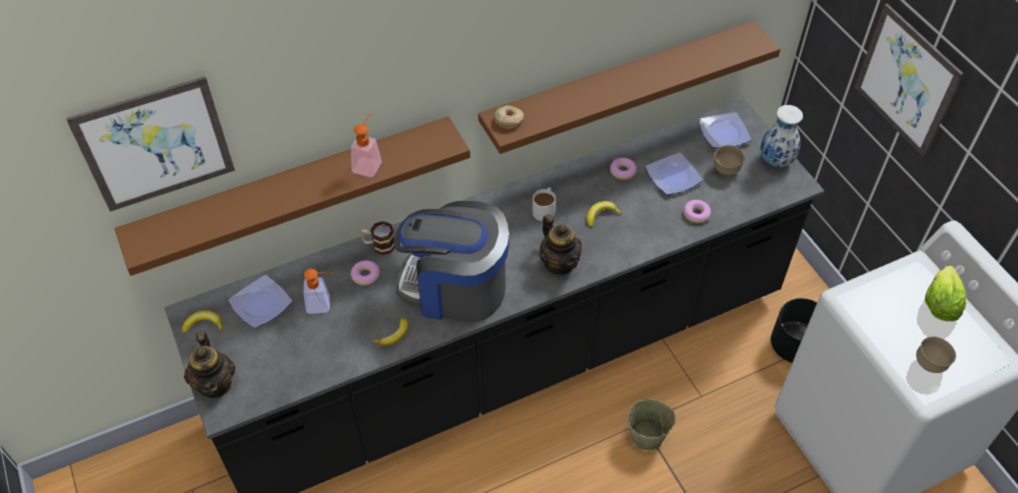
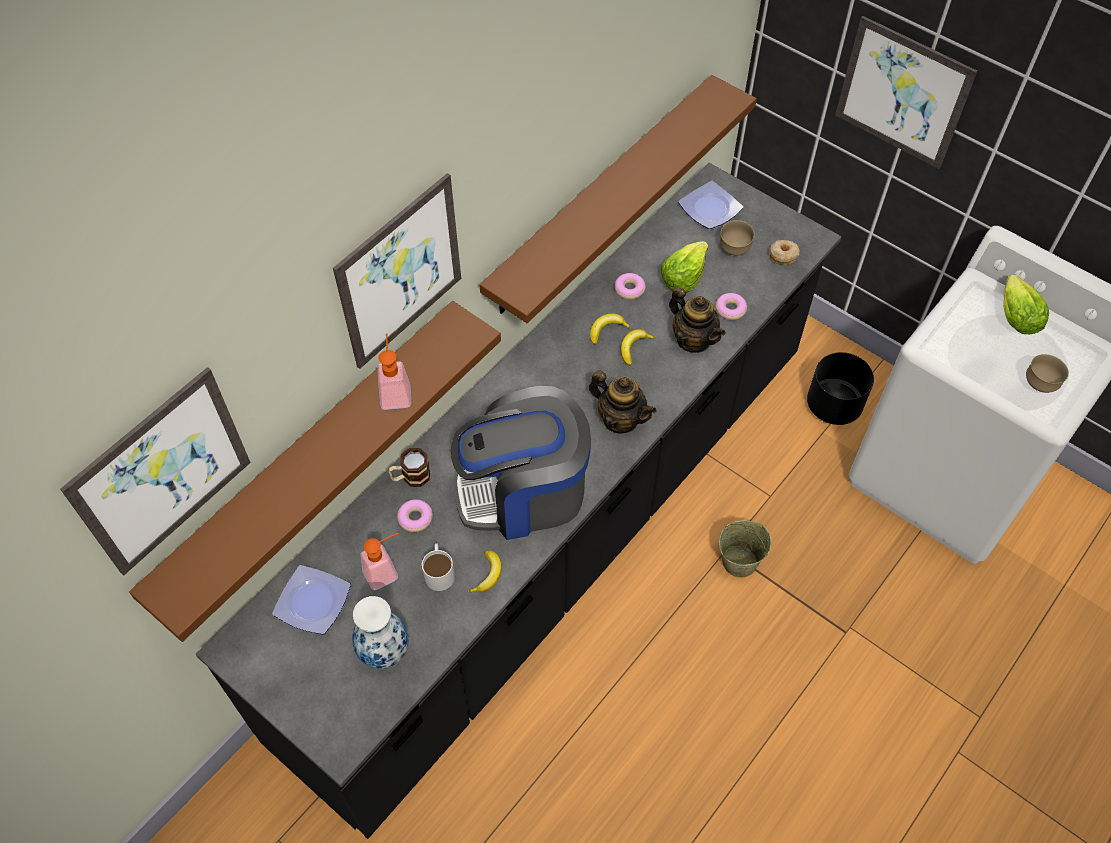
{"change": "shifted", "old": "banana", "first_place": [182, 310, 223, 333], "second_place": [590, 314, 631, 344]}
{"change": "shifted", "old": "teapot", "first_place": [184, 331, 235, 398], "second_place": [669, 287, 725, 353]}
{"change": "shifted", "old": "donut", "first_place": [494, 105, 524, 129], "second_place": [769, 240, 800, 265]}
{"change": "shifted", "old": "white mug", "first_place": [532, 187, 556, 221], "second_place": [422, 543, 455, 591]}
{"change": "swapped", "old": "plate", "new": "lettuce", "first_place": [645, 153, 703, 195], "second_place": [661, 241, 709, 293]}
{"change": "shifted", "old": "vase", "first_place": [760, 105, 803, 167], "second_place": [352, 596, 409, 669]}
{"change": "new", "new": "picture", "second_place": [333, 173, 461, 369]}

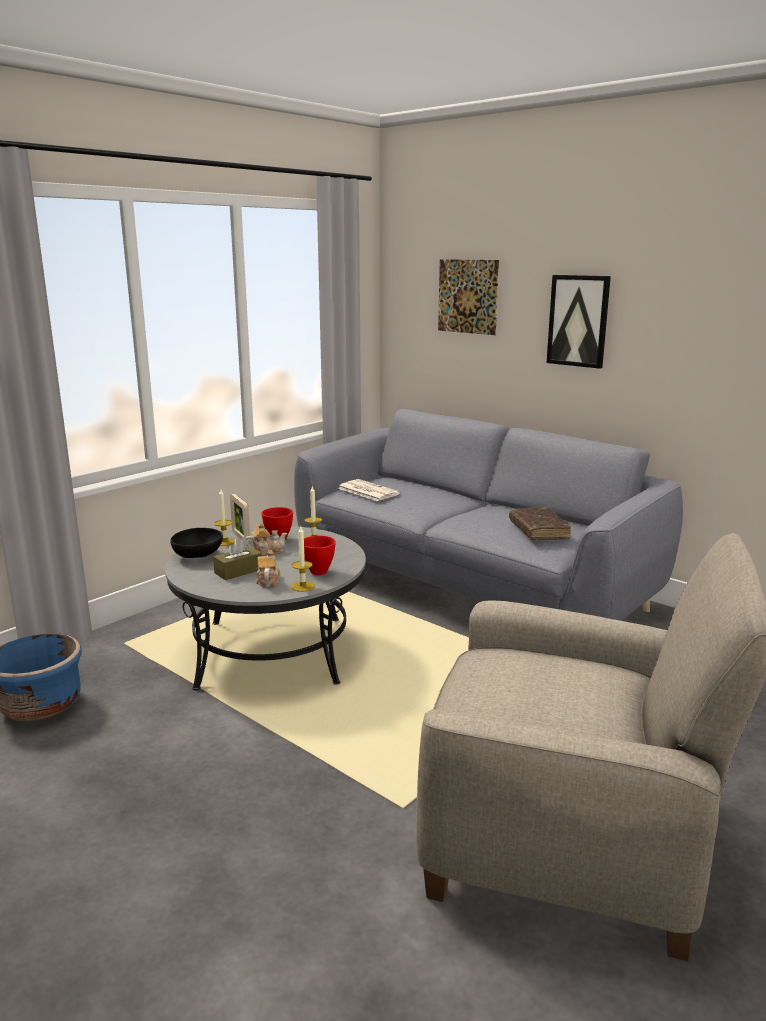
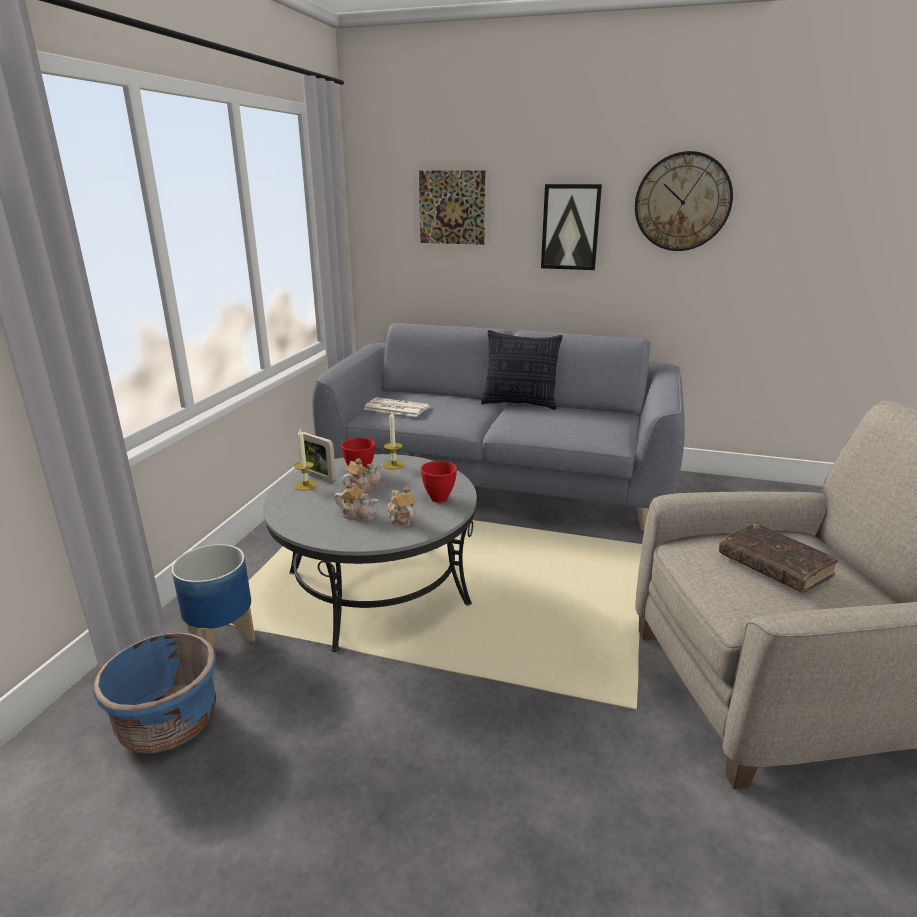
{"change": "gone", "old": "black bowl", "first_place": [170, 528, 223, 558]}
{"change": "swapped", "old": "brown tissue box", "new": "teapot", "first_place": [213, 538, 262, 580], "second_place": [334, 482, 378, 522]}
{"change": "gone", "old": "candle", "first_place": [291, 527, 315, 592]}
{"change": "shifted", "old": "brown book", "first_place": [509, 507, 571, 540], "second_place": [719, 523, 838, 593]}
{"change": "new", "new": "planter", "second_place": [172, 544, 255, 649]}
{"change": "new", "new": "pillow", "second_place": [481, 330, 563, 410]}
{"change": "new", "new": "wall clock", "second_place": [635, 151, 733, 251]}

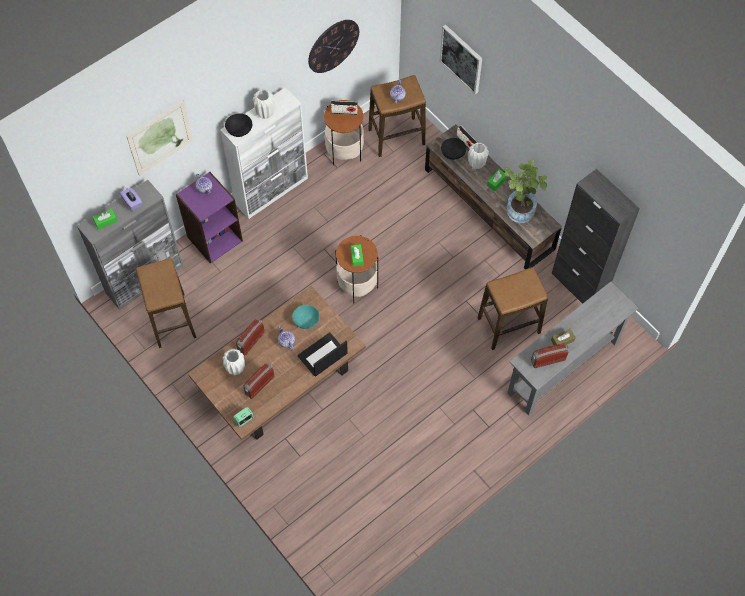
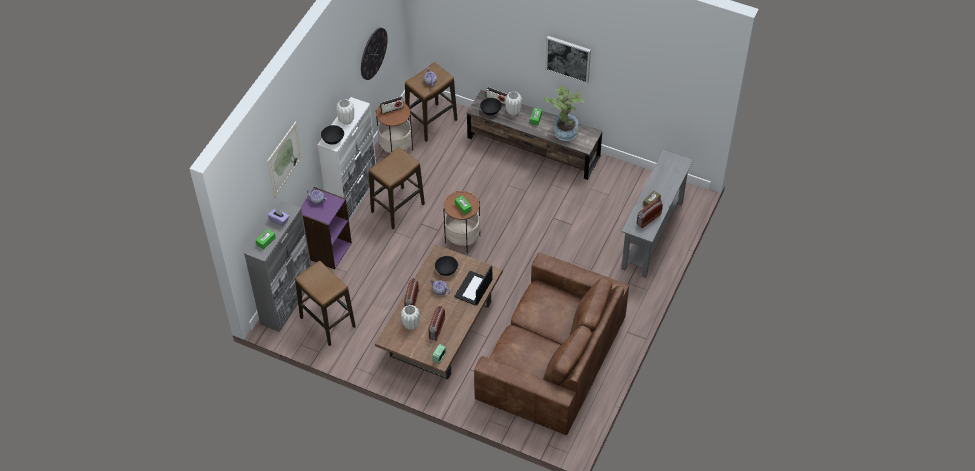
{"change": "repainted", "old": "turquoise bowl", "new": "black bowl", "first_place": [292, 305, 320, 329], "second_place": [435, 256, 458, 276]}
{"change": "shifted", "old": "picture", "first_place": [440, 24, 482, 94], "second_place": [546, 36, 591, 84]}
{"change": "shifted", "old": "stool", "first_place": [477, 267, 548, 350], "second_place": [369, 147, 425, 229]}
{"change": "gone", "old": "black cabinet", "first_place": [552, 169, 640, 304]}
{"change": "new", "new": "brown sofa", "second_place": [474, 253, 629, 435]}

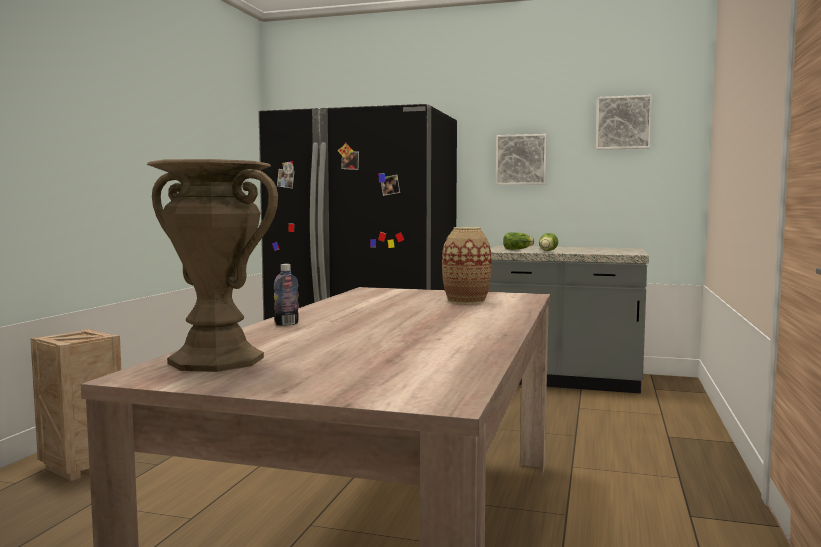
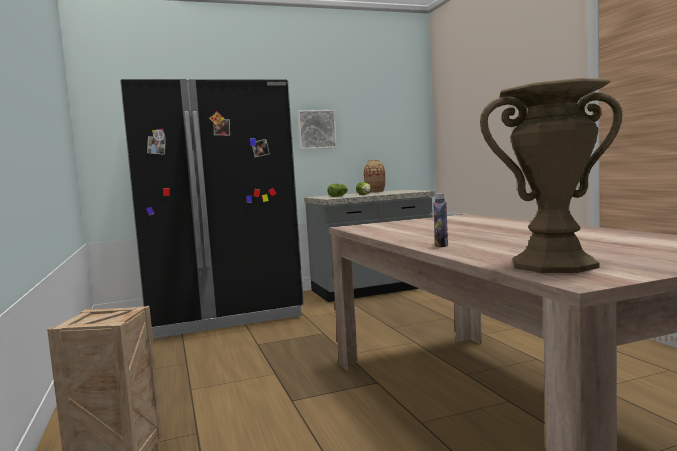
{"change": "shifted", "old": "vase", "first_place": [442, 227, 492, 304], "second_place": [364, 160, 385, 193]}
{"change": "gone", "old": "picture", "first_place": [596, 95, 652, 150]}

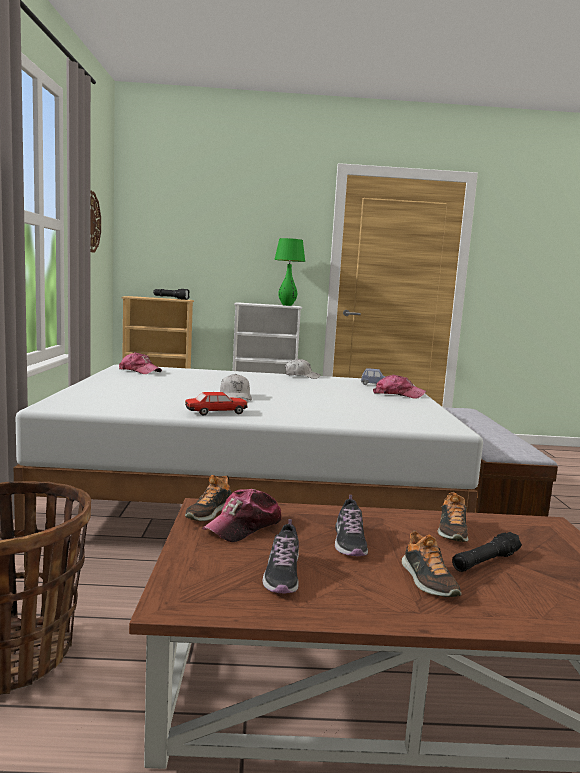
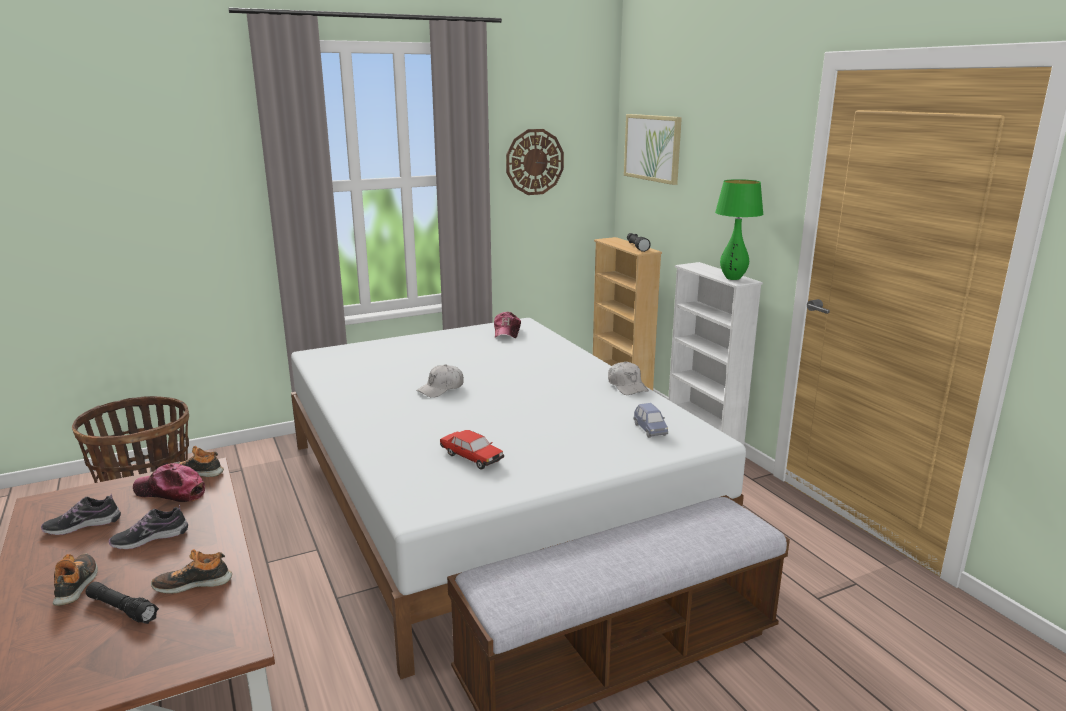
{"change": "shifted", "old": "toy car", "first_place": [185, 392, 248, 416], "second_place": [440, 430, 504, 470]}
{"change": "gone", "old": "cap", "first_place": [373, 374, 426, 398]}
{"change": "rotated", "old": "shoe", "first_place": [402, 530, 462, 597], "second_place": [53, 554, 98, 606], "degrees": 120}
{"change": "new", "new": "picture", "second_place": [624, 114, 682, 185]}

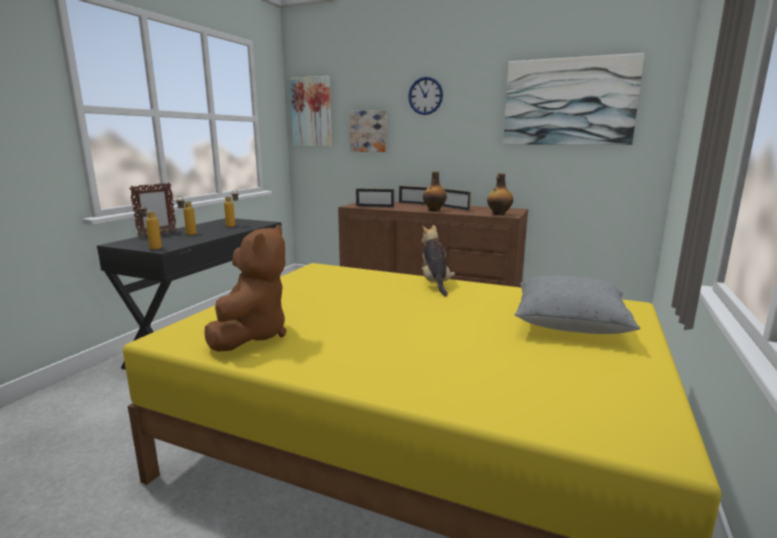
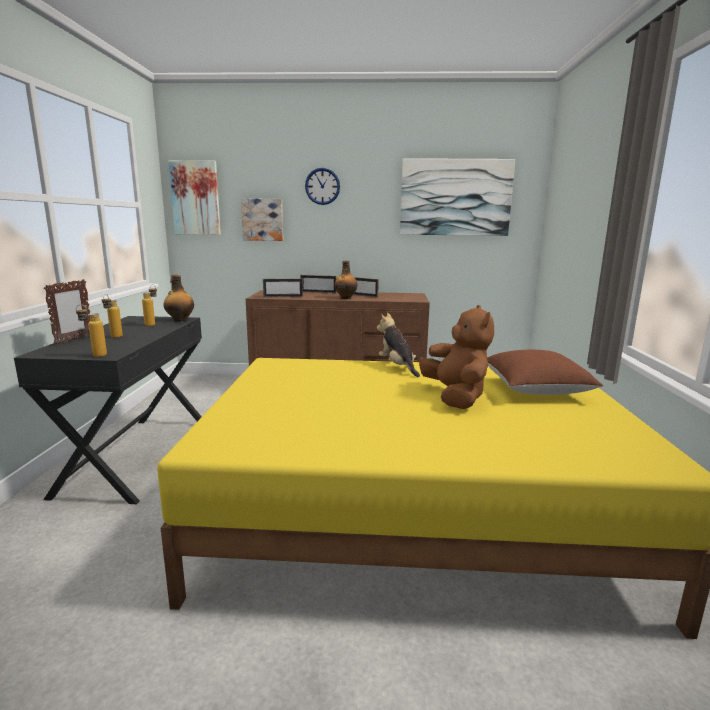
{"change": "shifted", "old": "brown plush toy", "first_place": [204, 225, 287, 352], "second_place": [419, 305, 494, 409]}
{"change": "shifted", "old": "bottle", "first_place": [487, 173, 513, 215], "second_place": [164, 275, 194, 321]}
{"change": "repainted", "old": "grey pillow", "new": "brown pillow", "first_place": [515, 275, 640, 334], "second_place": [487, 350, 603, 395]}

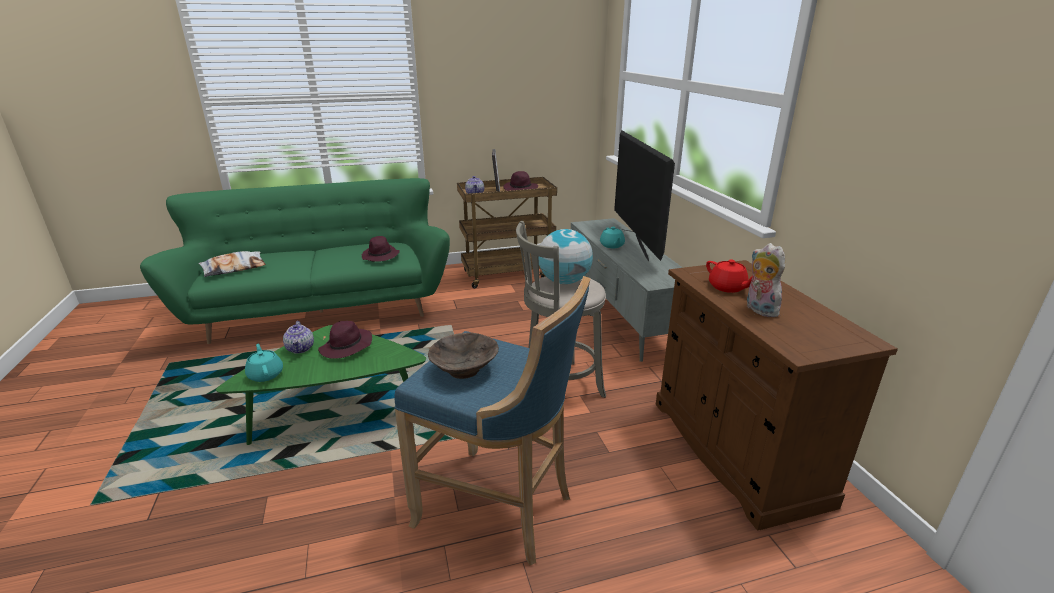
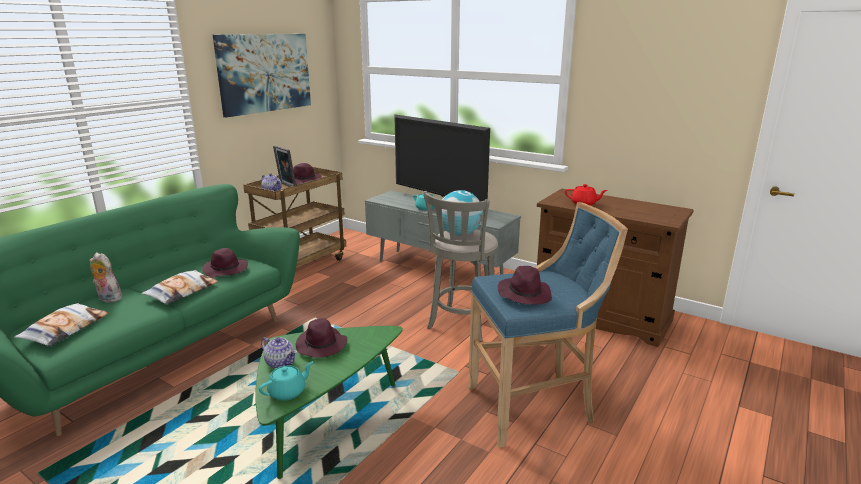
{"change": "rotated", "old": "turquoise teapot", "first_place": [245, 344, 283, 382], "second_place": [259, 361, 314, 401], "degrees": 120}
{"change": "swapped", "old": "brown bowl", "new": "purple hat", "first_place": [428, 332, 499, 379], "second_place": [498, 266, 552, 305]}
{"change": "shifted", "old": "plush toy", "first_place": [747, 243, 785, 317], "second_place": [89, 253, 122, 303]}
{"change": "new", "new": "pillow", "second_place": [141, 270, 218, 305]}
{"change": "new", "new": "picture", "second_place": [213, 34, 311, 118]}

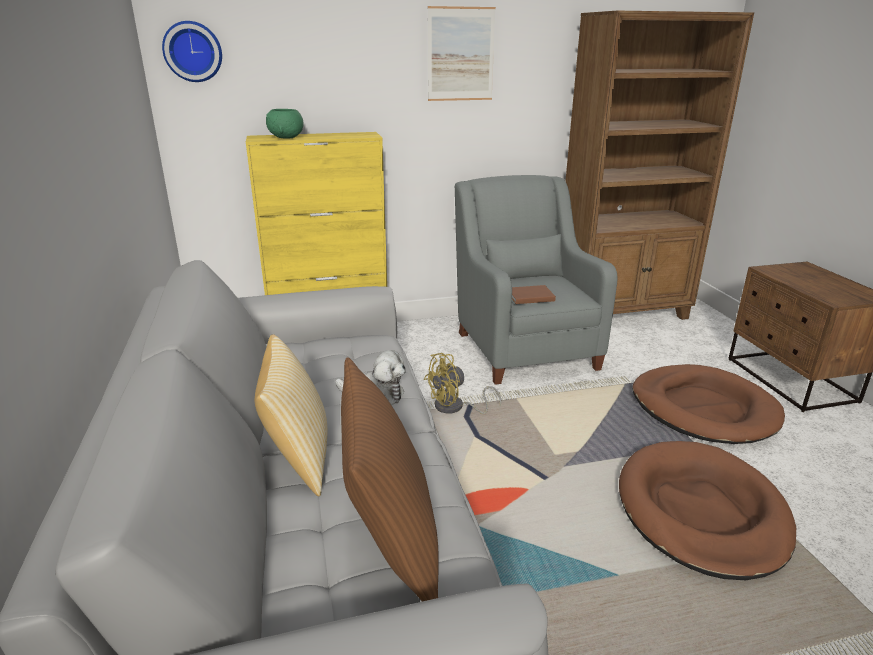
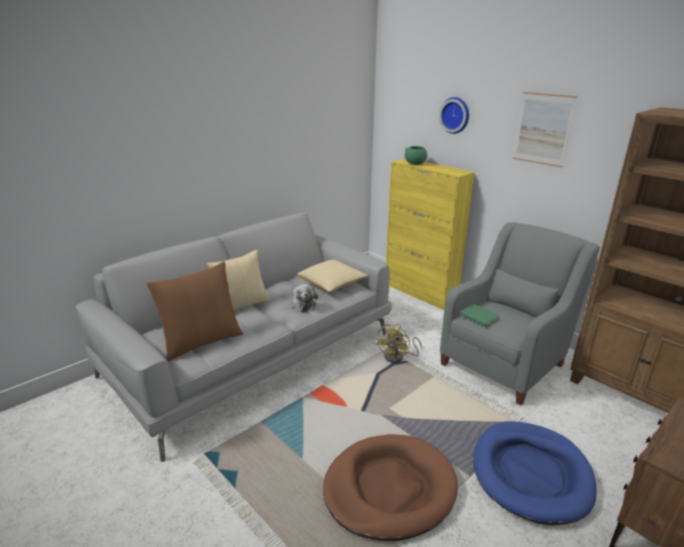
{"change": "shifted", "old": "wall clock", "first_place": [162, 21, 222, 82], "second_place": [439, 97, 469, 134]}
{"change": "rotated", "old": "yellow fan", "first_place": [424, 353, 501, 414], "second_place": [376, 324, 422, 363], "degrees": -90}
{"change": "repainted", "old": "brown book", "new": "green book", "first_place": [512, 285, 556, 304], "second_place": [459, 304, 500, 327]}
{"change": "repainted", "old": "brown dog bed", "new": "blue dog bed", "first_place": [632, 364, 785, 444], "second_place": [473, 422, 597, 525]}
{"change": "new", "new": "pillow", "second_place": [297, 260, 368, 292]}

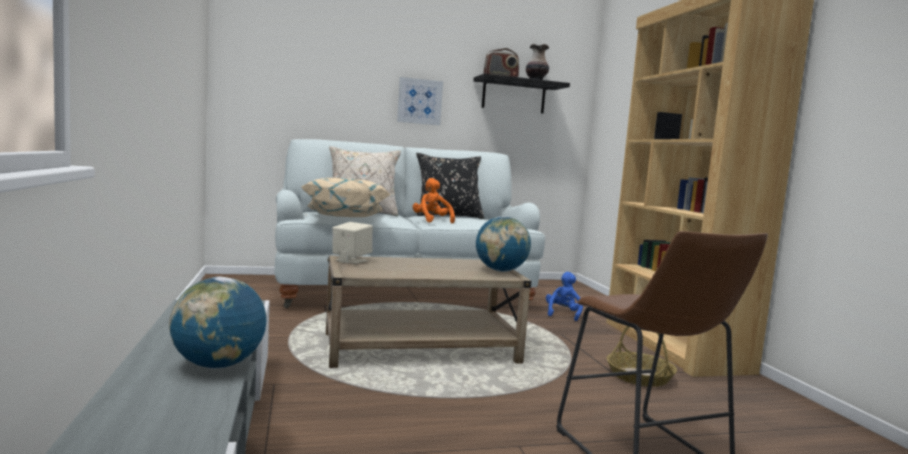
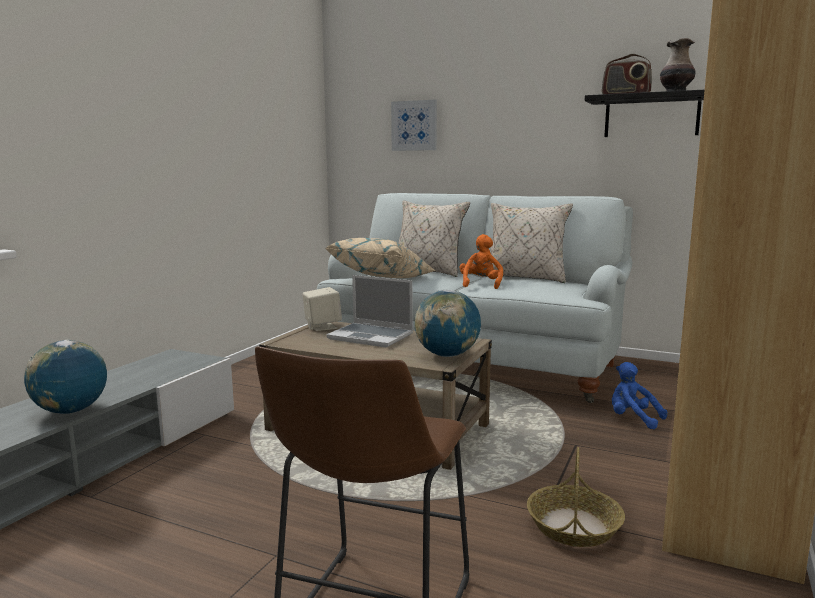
{"change": "shifted", "old": "picture", "first_place": [397, 77, 443, 125], "second_place": [391, 100, 437, 151]}
{"change": "repainted", "old": "black pillow", "new": "beige pillow", "first_place": [416, 153, 484, 219], "second_place": [482, 203, 573, 283]}
{"change": "rotated", "old": "blue plush toy", "first_place": [546, 272, 583, 321], "second_place": [612, 362, 667, 429], "degrees": -105}
{"change": "new", "new": "laptop", "second_place": [326, 275, 413, 348]}

